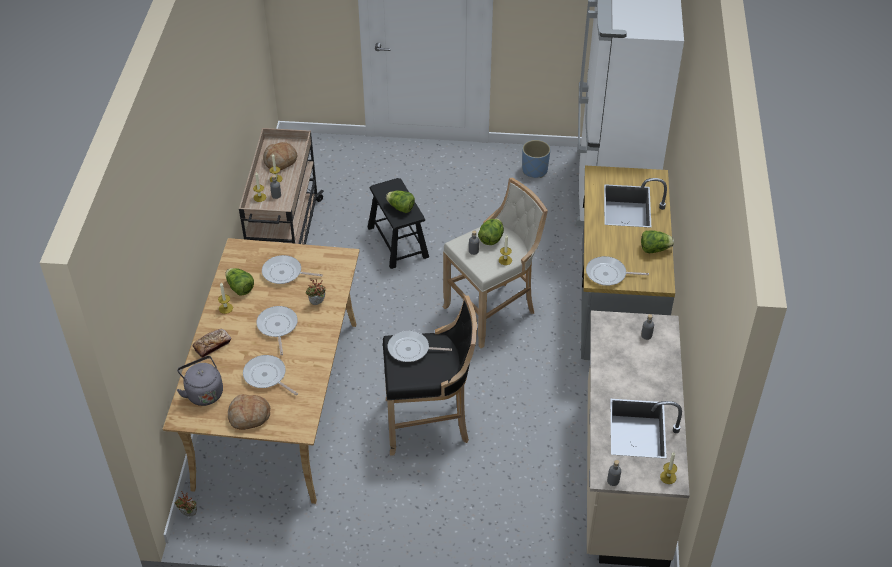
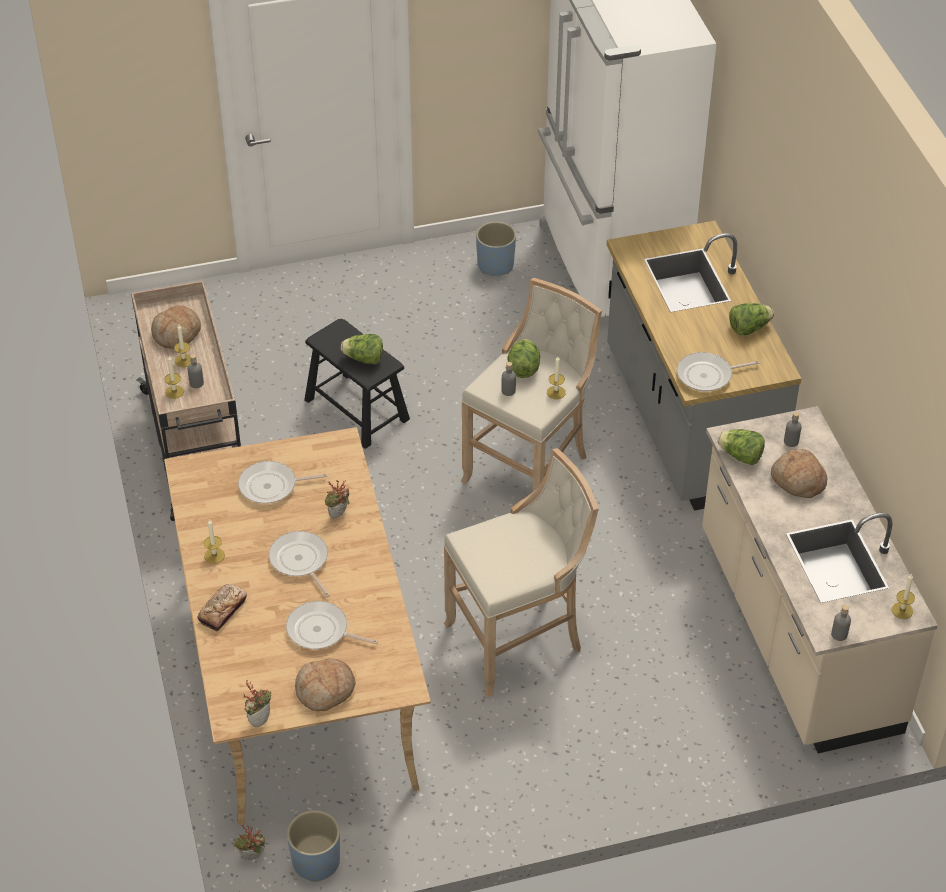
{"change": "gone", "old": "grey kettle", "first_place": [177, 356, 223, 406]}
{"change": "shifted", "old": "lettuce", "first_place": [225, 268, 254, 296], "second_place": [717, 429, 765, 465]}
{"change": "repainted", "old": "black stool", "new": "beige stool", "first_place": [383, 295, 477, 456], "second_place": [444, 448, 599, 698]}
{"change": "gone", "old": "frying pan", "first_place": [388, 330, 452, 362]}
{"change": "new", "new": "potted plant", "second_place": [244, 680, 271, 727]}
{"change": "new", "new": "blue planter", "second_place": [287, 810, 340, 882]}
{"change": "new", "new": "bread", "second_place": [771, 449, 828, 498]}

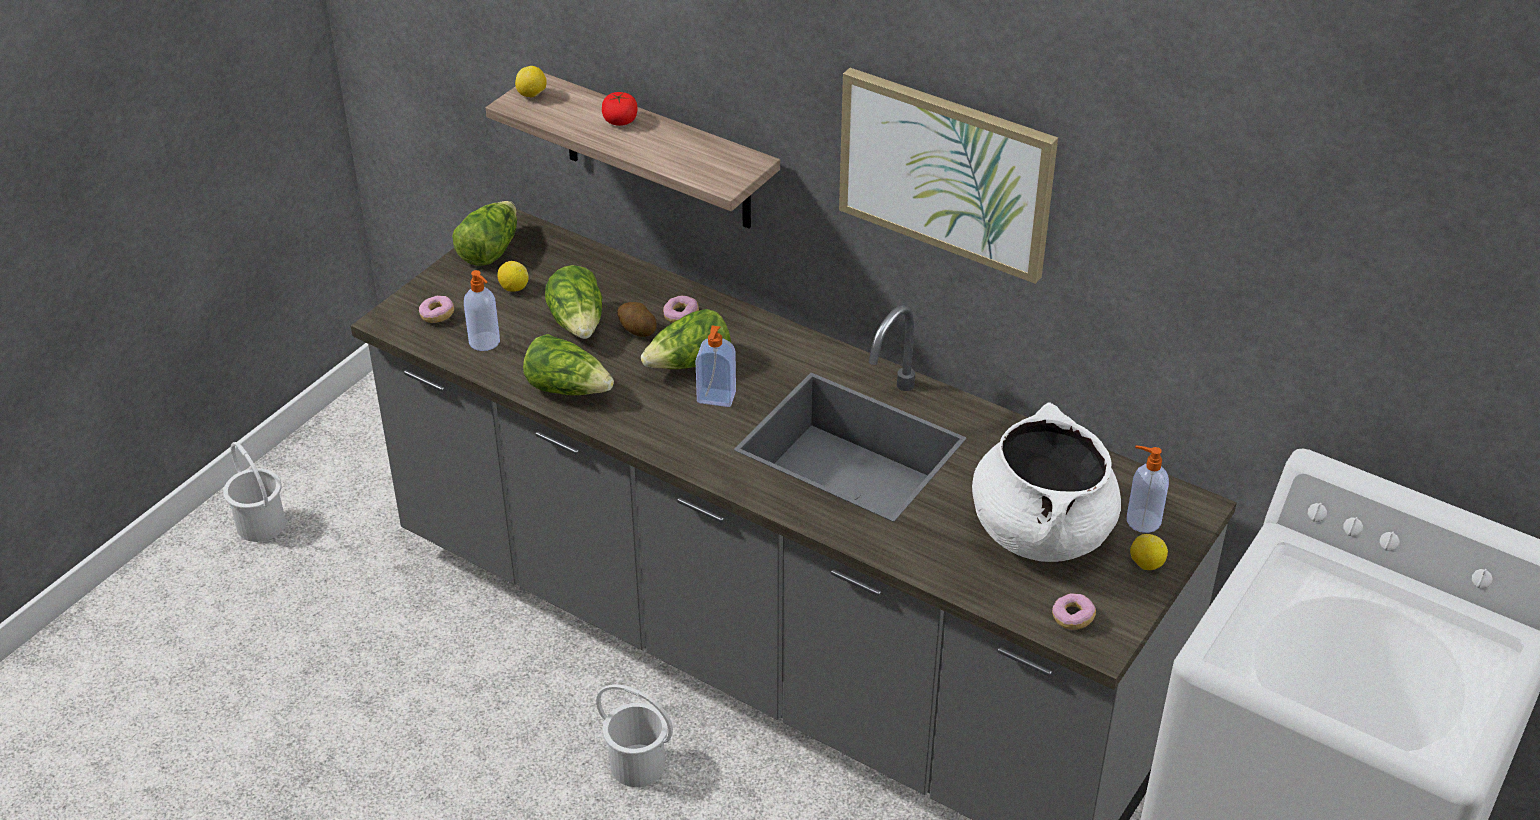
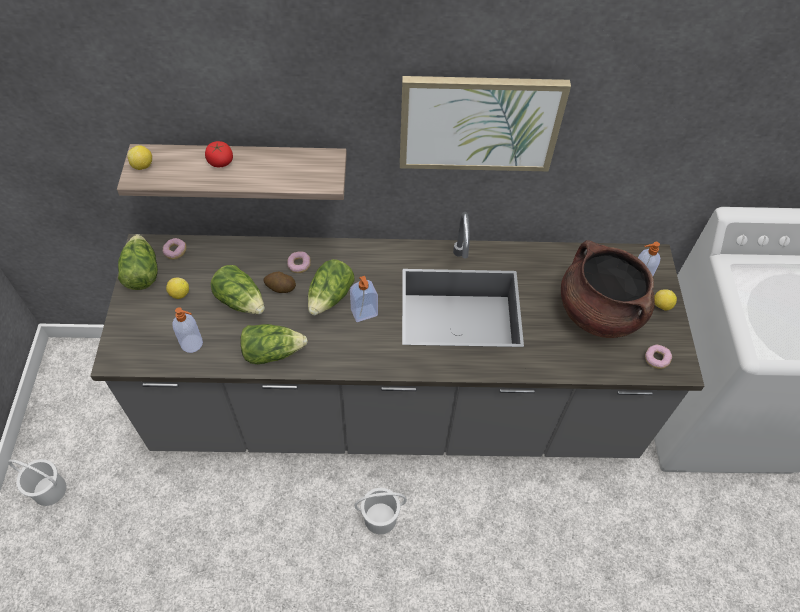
{"change": "shifted", "old": "donut", "first_place": [419, 296, 454, 323], "second_place": [163, 238, 187, 260]}
{"change": "repainted", "old": "white cooking pot", "new": "brown cooking pot", "first_place": [972, 402, 1121, 562], "second_place": [561, 240, 655, 338]}

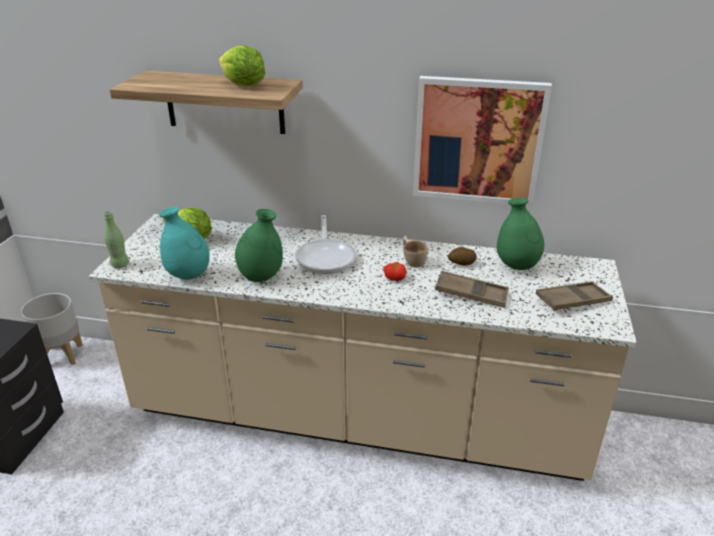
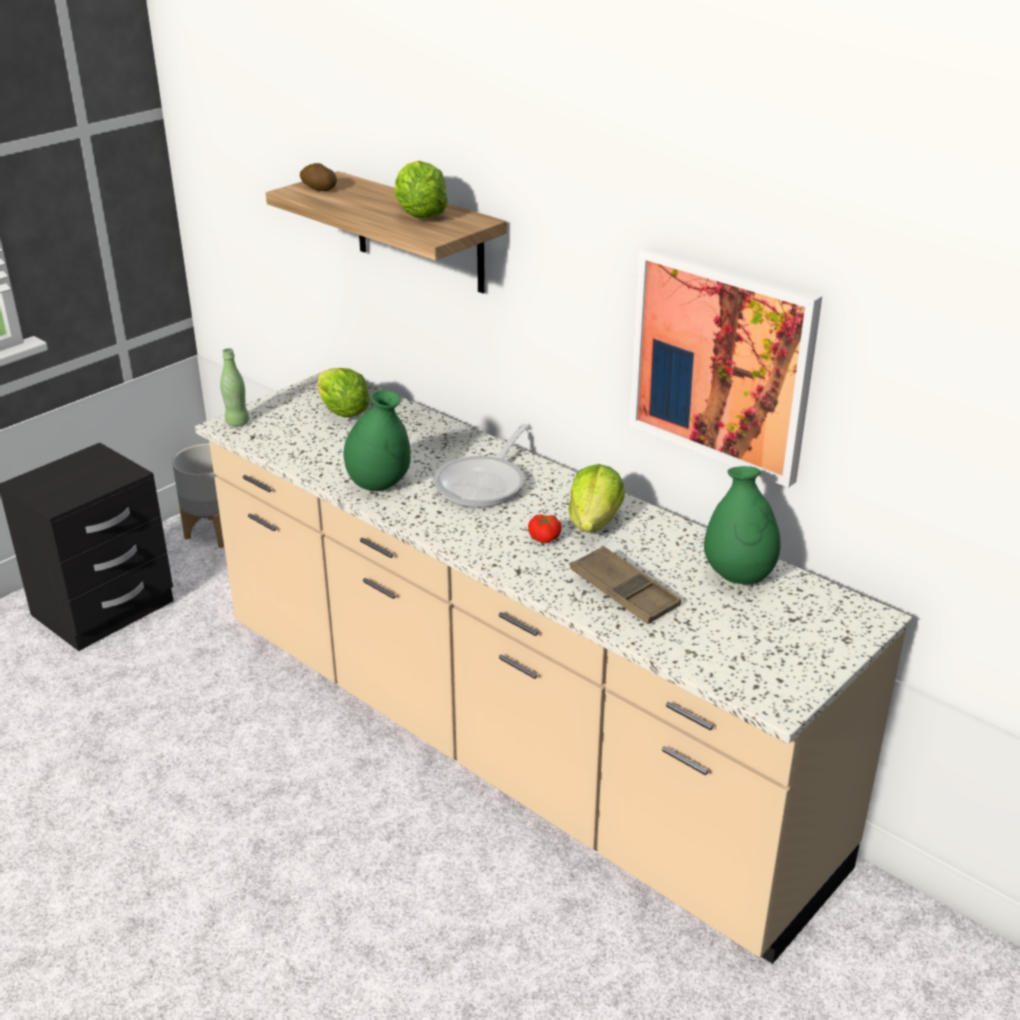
{"change": "gone", "old": "turquoise vase", "first_place": [159, 207, 210, 280]}
{"change": "swapped", "old": "beige cup", "new": "lettuce", "first_place": [403, 236, 428, 267], "second_place": [568, 464, 625, 532]}
{"change": "shifted", "old": "potato", "first_place": [447, 247, 477, 266], "second_place": [300, 163, 337, 191]}
{"change": "gone", "old": "brown tray", "first_place": [536, 281, 613, 311]}

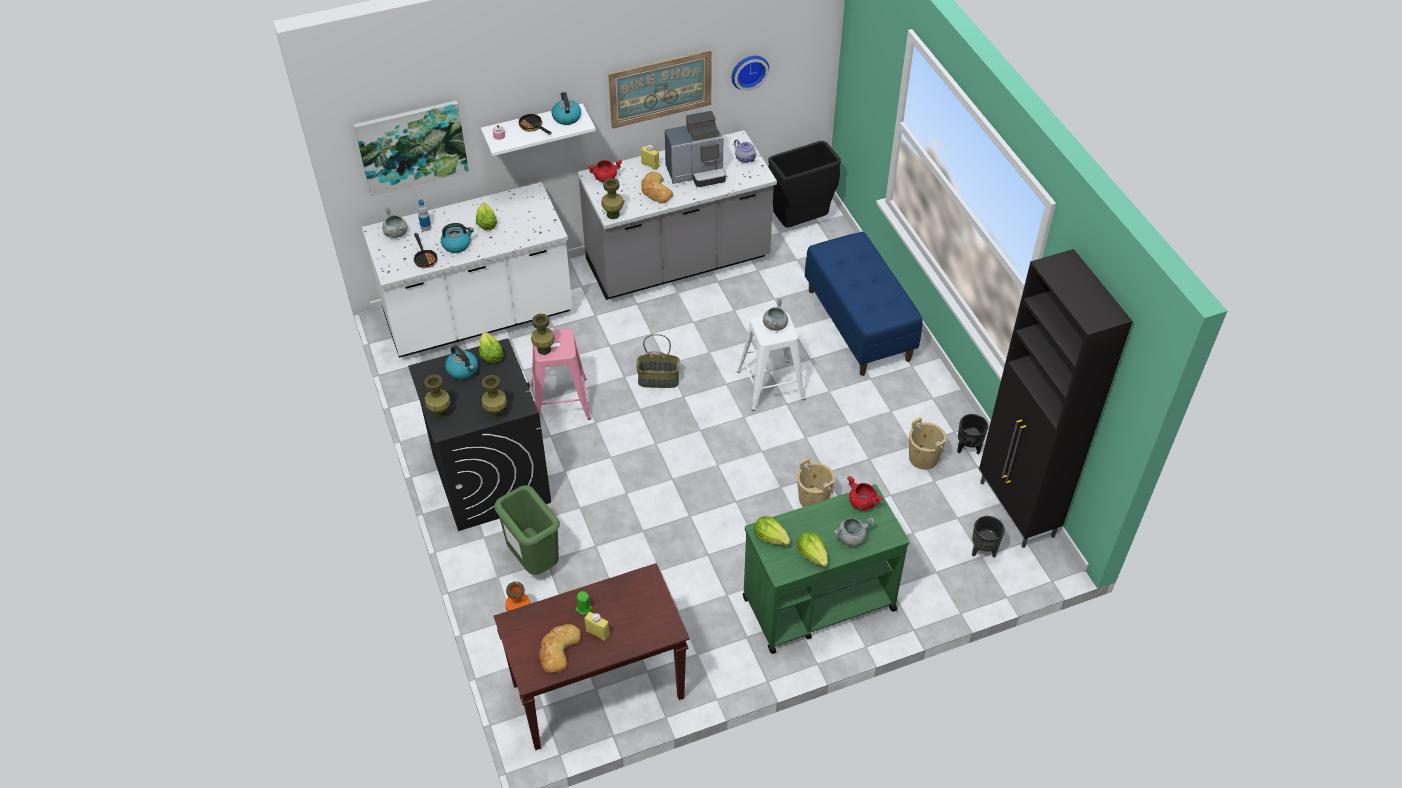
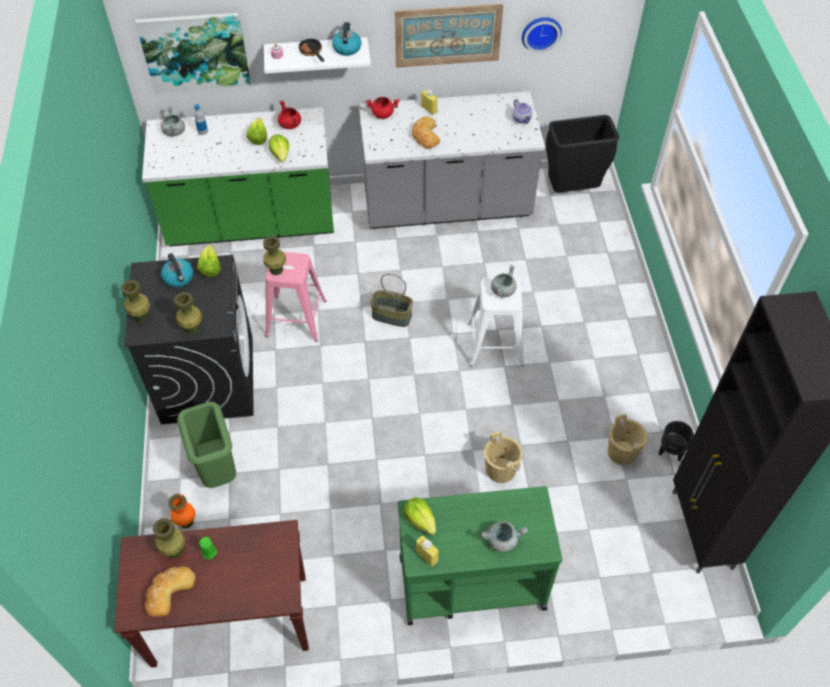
{"change": "repainted", "old": "white counter", "new": "green counter", "first_place": [361, 182, 573, 358], "second_place": [142, 108, 334, 246]}
{"change": "gone", "old": "frying pan", "first_place": [414, 233, 438, 268]}
{"change": "gone", "old": "kettle", "first_place": [441, 223, 474, 253]}
{"change": "shifted", "old": "yellow bottle", "first_place": [584, 612, 610, 641], "second_place": [416, 535, 439, 567]}
{"change": "shifted", "old": "green vase", "first_place": [601, 178, 624, 219], "second_place": [153, 518, 185, 558]}
{"change": "gone", "old": "coffee machine", "first_place": [665, 111, 726, 187]}
{"change": "shifted", "old": "lettuce", "first_place": [797, 532, 828, 567], "second_place": [269, 134, 289, 162]}
{"change": "gone", "old": "blue bench", "first_place": [805, 232, 923, 376]}
{"change": "shifted", "old": "red cooking pot", "first_place": [847, 476, 883, 511], "second_place": [278, 100, 301, 129]}
{"change": "gone", "old": "black planter", "first_place": [972, 516, 1005, 558]}

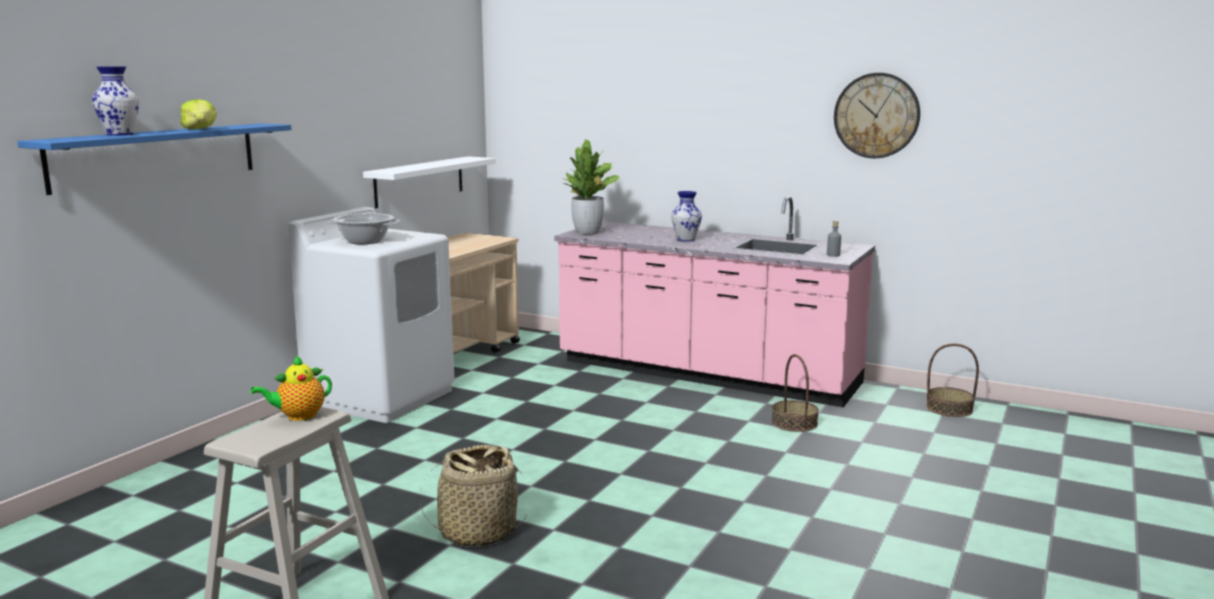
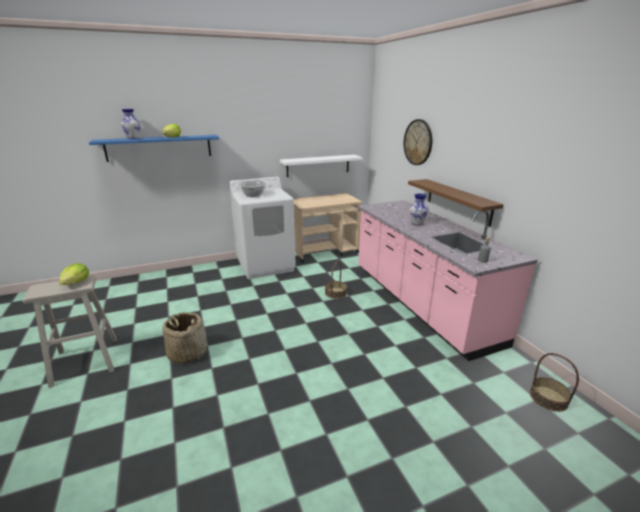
{"change": "swapped", "old": "teapot", "new": "lettuce", "first_place": [250, 355, 332, 421], "second_place": [59, 263, 89, 285]}
{"change": "gone", "old": "potted plant", "first_place": [561, 139, 620, 235]}
{"change": "shifted", "old": "basket", "first_place": [771, 354, 819, 432], "second_place": [325, 261, 347, 299]}
{"change": "shifted", "old": "wall clock", "first_place": [834, 73, 920, 158], "second_place": [404, 119, 432, 165]}
{"change": "new", "new": "brown shelf", "second_place": [408, 179, 504, 227]}

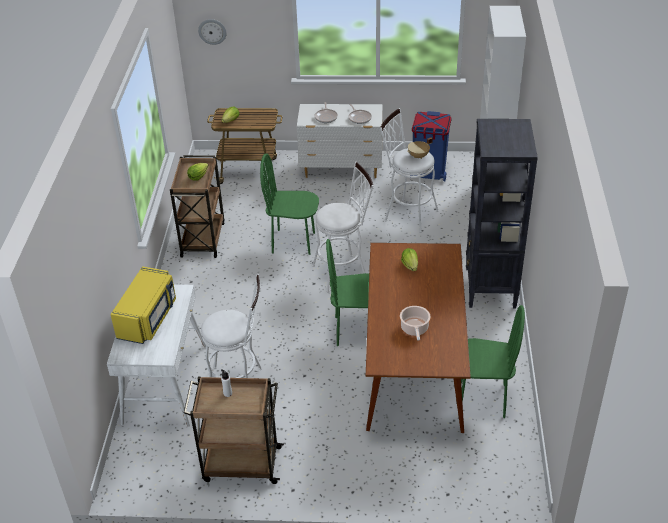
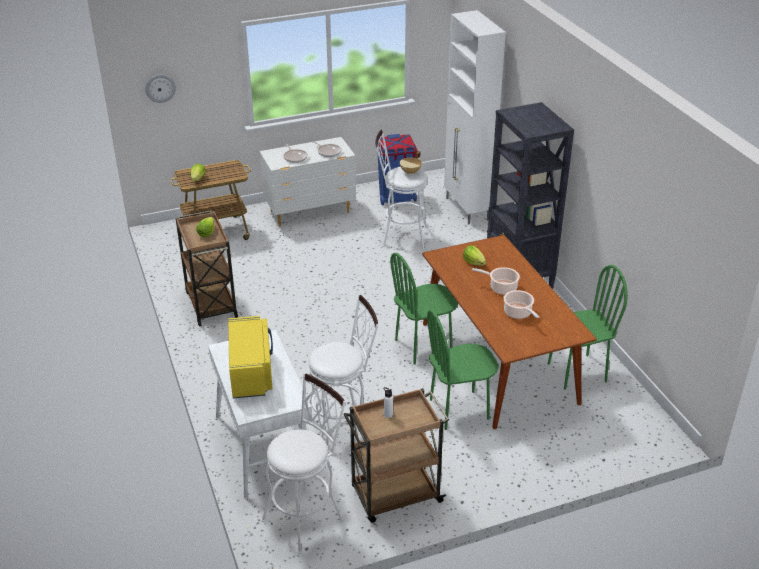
{"change": "shifted", "old": "green chair", "first_place": [260, 153, 319, 255], "second_place": [427, 309, 499, 430]}
{"change": "shifted", "old": "white stool", "first_place": [312, 162, 374, 292], "second_place": [261, 373, 346, 554]}
{"change": "new", "new": "cooking pot", "second_place": [472, 267, 520, 295]}

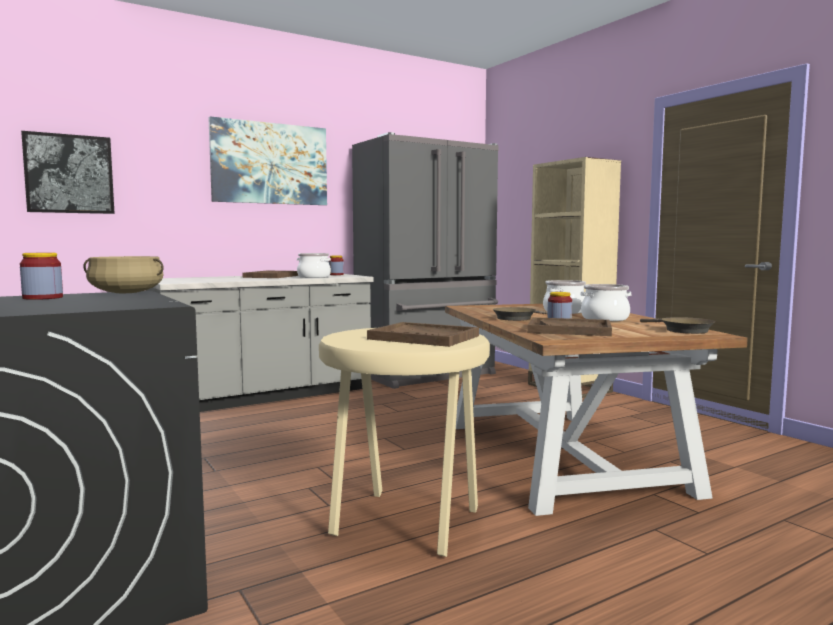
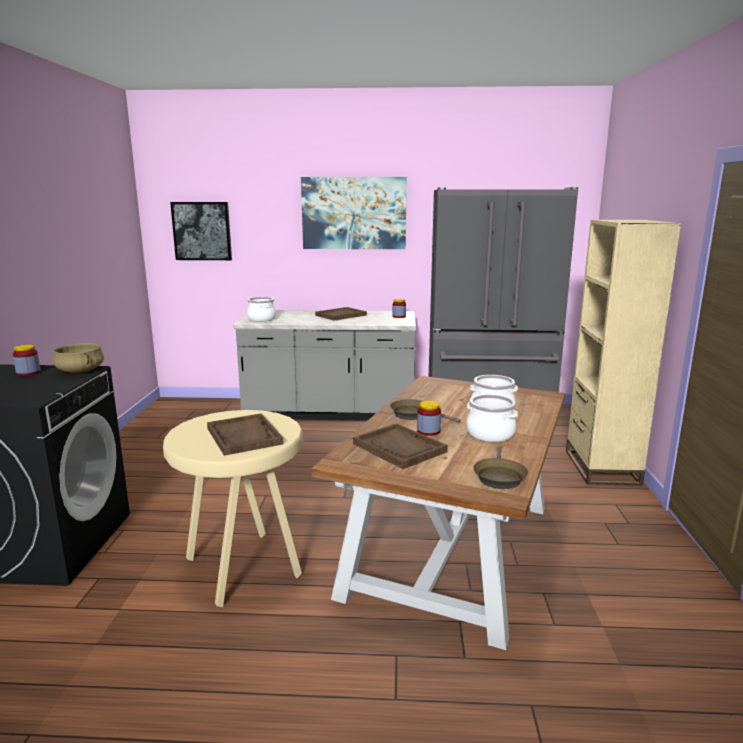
{"change": "shifted", "old": "cooking pot", "first_place": [297, 253, 331, 278], "second_place": [247, 297, 276, 321]}

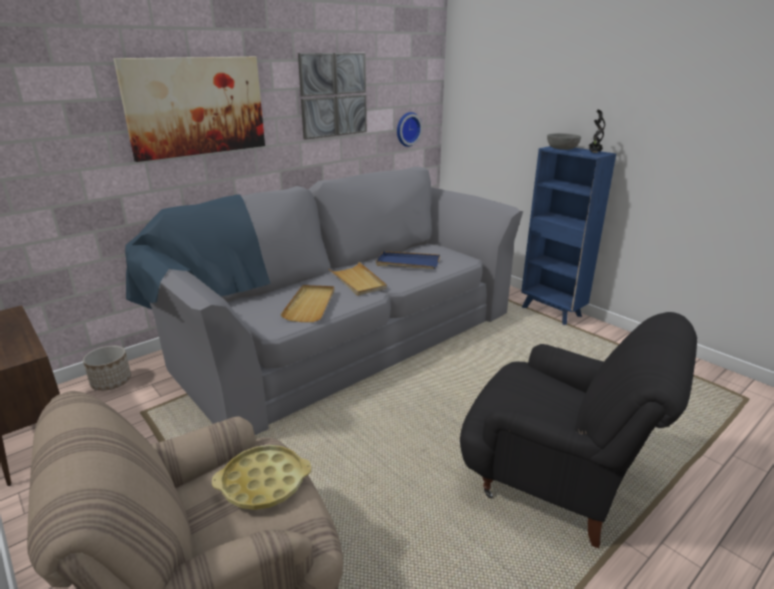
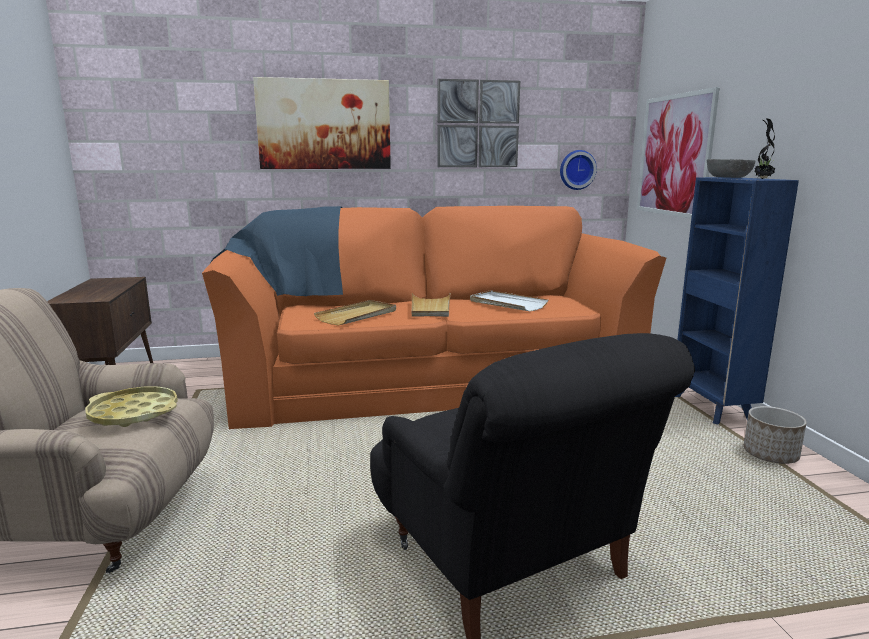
{"change": "shifted", "old": "planter", "first_place": [83, 346, 131, 391], "second_place": [744, 406, 807, 464]}
{"change": "repainted", "old": "grey sofa", "new": "orange sofa", "first_place": [125, 166, 523, 435], "second_place": [202, 206, 666, 429]}
{"change": "repainted", "old": "blue tray", "new": "white tray", "first_place": [376, 251, 440, 269], "second_place": [470, 290, 548, 311]}
{"change": "new", "new": "picture", "second_place": [637, 87, 720, 219]}

